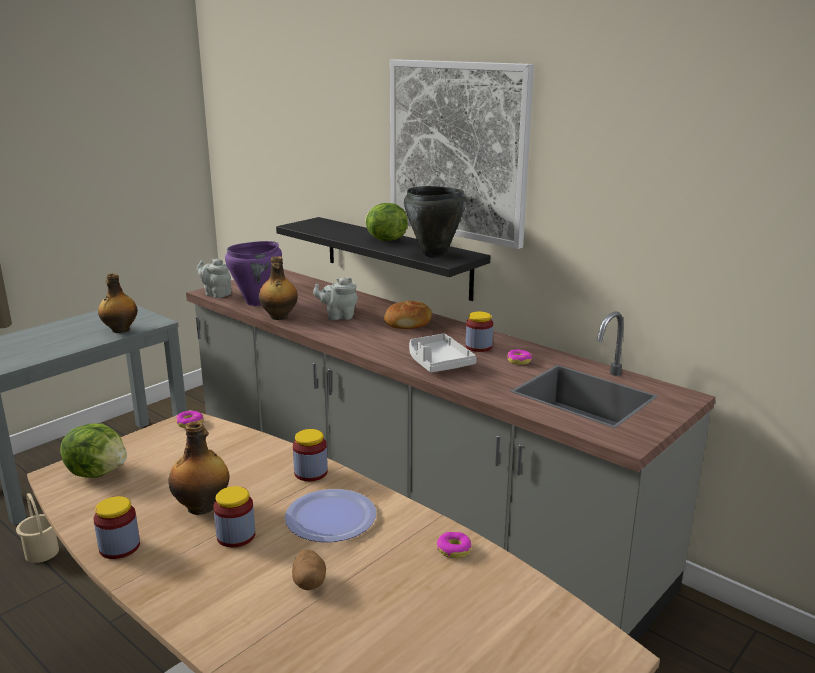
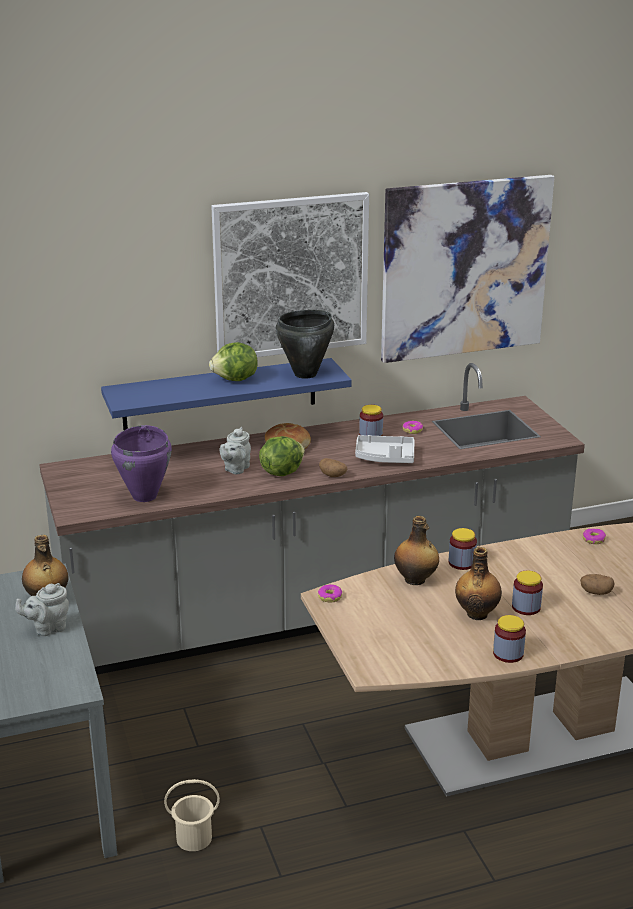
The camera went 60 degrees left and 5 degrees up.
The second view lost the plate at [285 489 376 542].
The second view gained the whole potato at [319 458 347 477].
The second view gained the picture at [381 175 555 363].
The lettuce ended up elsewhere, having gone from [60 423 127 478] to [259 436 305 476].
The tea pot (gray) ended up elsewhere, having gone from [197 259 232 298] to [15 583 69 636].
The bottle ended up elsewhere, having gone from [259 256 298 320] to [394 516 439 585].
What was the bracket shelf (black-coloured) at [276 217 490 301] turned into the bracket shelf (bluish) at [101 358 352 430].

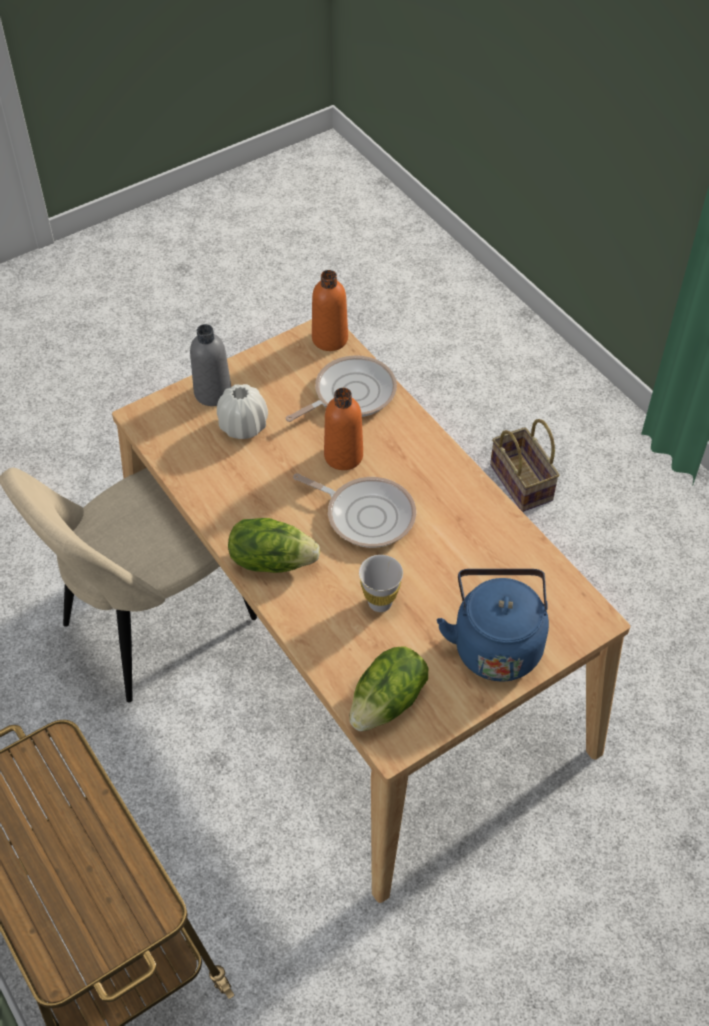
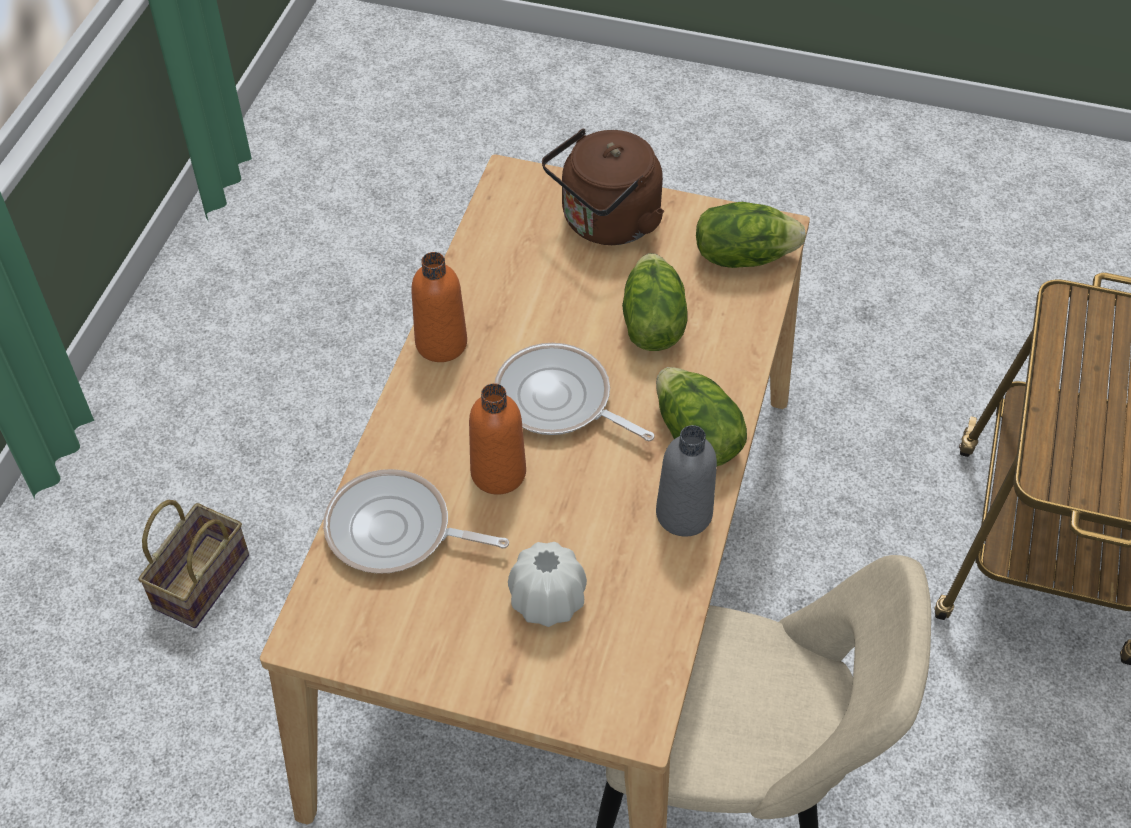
The camera went 130 degrees left and 0 degrees up.
The bottle (gray) ended up elsewhere, having gone from [190 324 231 406] to [656 425 717 537].
The bottle (orangey) ended up elsewhere, having gone from [312 270 348 351] to [411 252 467 362].
Where the cup (white) stood at [359 555 403 612], the lettuce came to stand at [622 253 688 351].
What was the kettle (bluish) at [437 569 549 681] turned into the kettle (brown-coloured) at [542 128 664 245].
The pan at [293 473 416 548] ended up facing another way, 45 degrees counterclockwise from before.

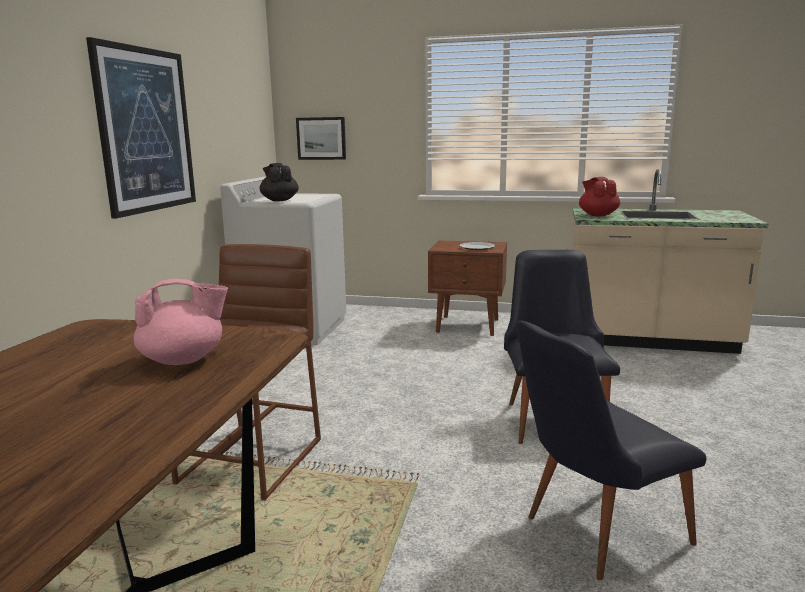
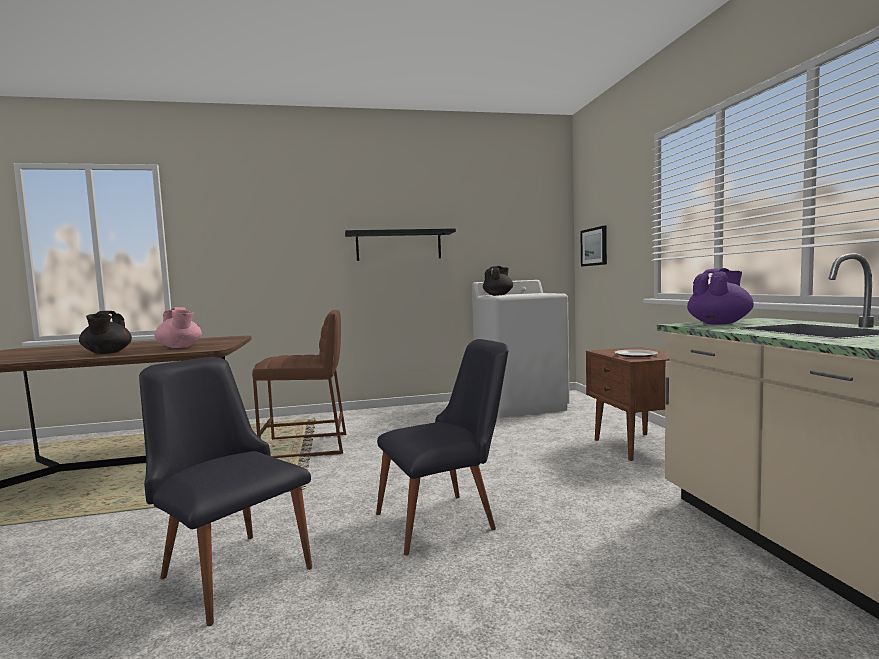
The camera went 65 degrees right and 10 degrees down.
The second view gained the tea pot (black-coloured) at [79 311 132 354].
Where the picture hung at [86 37 196 219], the bracket shelf (black-coloured) came to hang at [345 228 456 261].
What was the tea pot (red-coloured) at [579 177 620 216] turned into the tea pot (purplish) at [687 268 754 324].

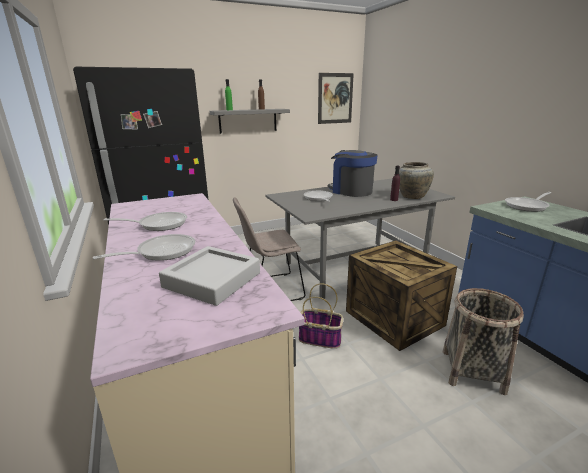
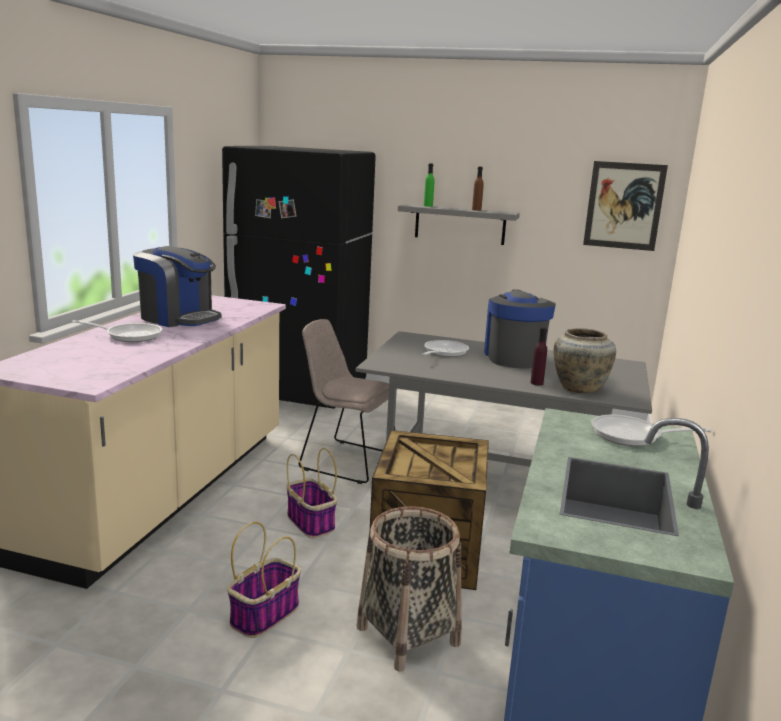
The camera went 40 degrees right and 5 degrees down.
The second view lost the tray (gray) at [159 246 260 306].
The second view gained the storage basket at [227 522 301 638].
Where the pan stood at [104 212 187 231], the coffee maker came to stand at [133 246 222 327].

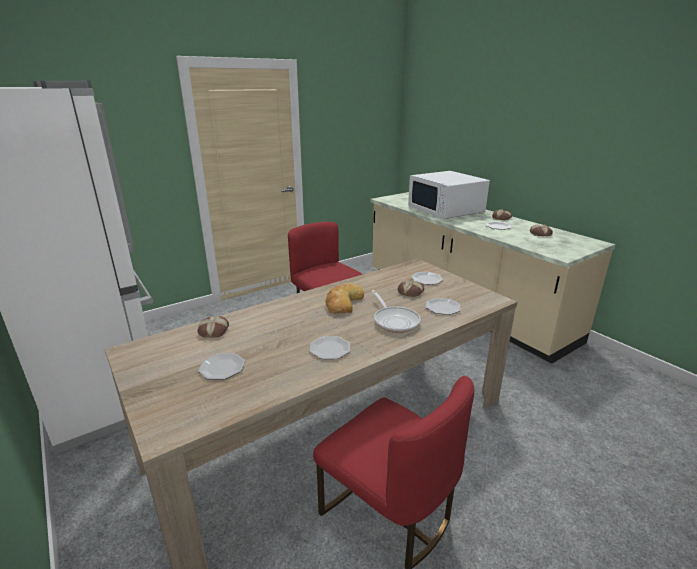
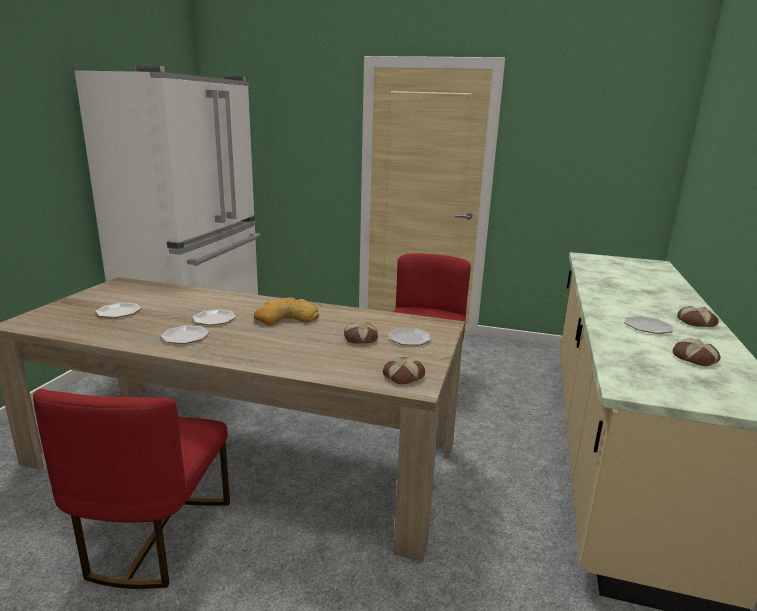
The camera went 50 degrees right and 5 degrees down.
The second view lost the pan at [371 290 421 333].
The second view lost the microwave (white) at [408 171 490 219].
The bakery bread ended up elsewhere, having gone from [197 316 229 338] to [383 357 425 384].
The plate ended up elsewhere, having gone from [426 298 461 315] to [192 309 236 325].

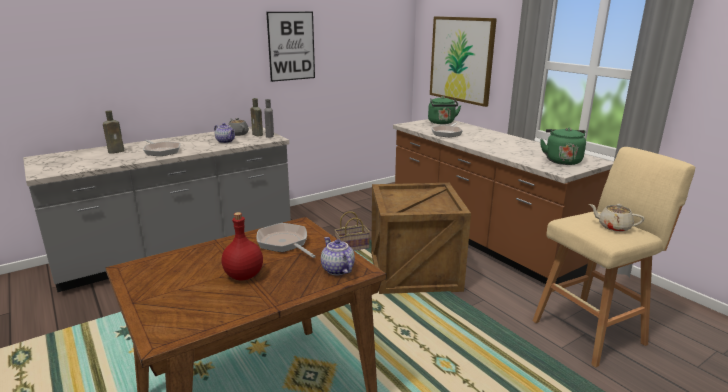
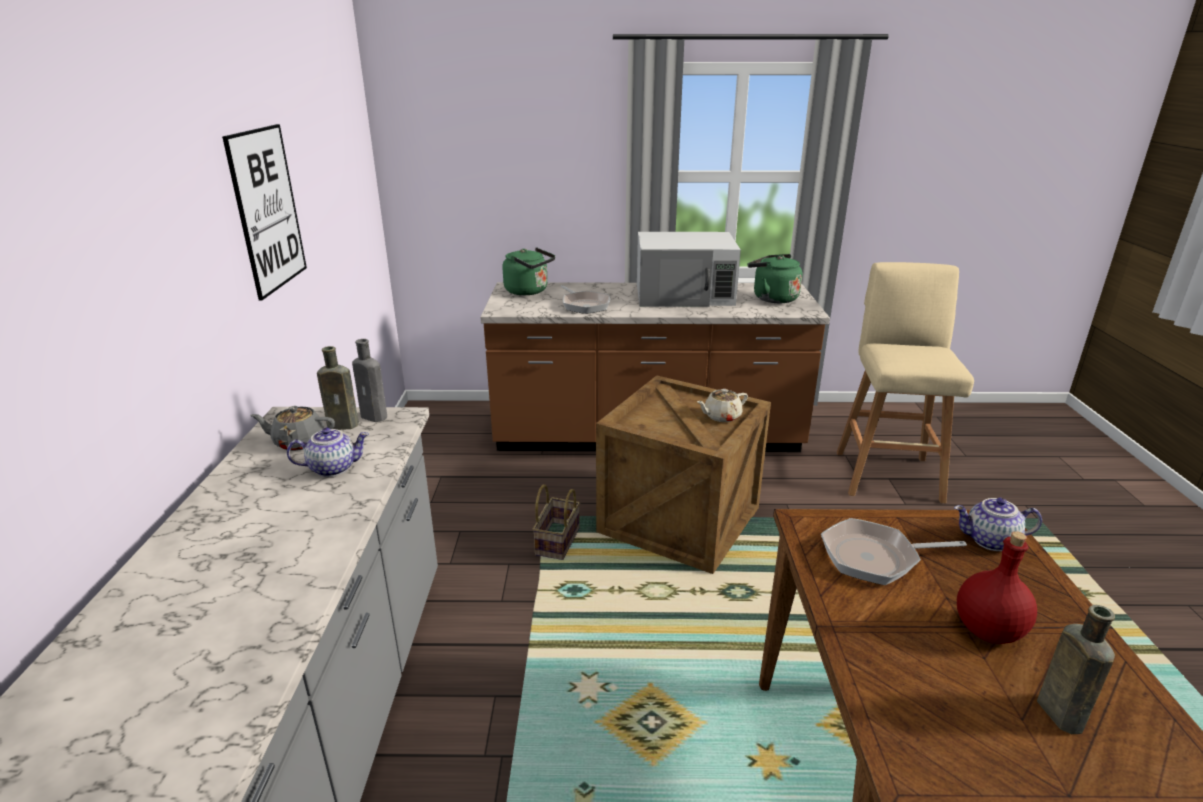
The camera went 55 degrees left and 5 degrees up.
The second view lost the pan at [143 139 180 156].
The second view lost the picture at [430 16 497 107].
The second view gained the microwave (white) at [637 232 741 307].
The bottle (brown-coloured) ended up elsewhere, having gone from [103 111 124 154] to [1037 605 1115 734].
The tea pot (sand-coloured) ended up elsewhere, having gone from [589 204 645 232] to [697 389 748 422].

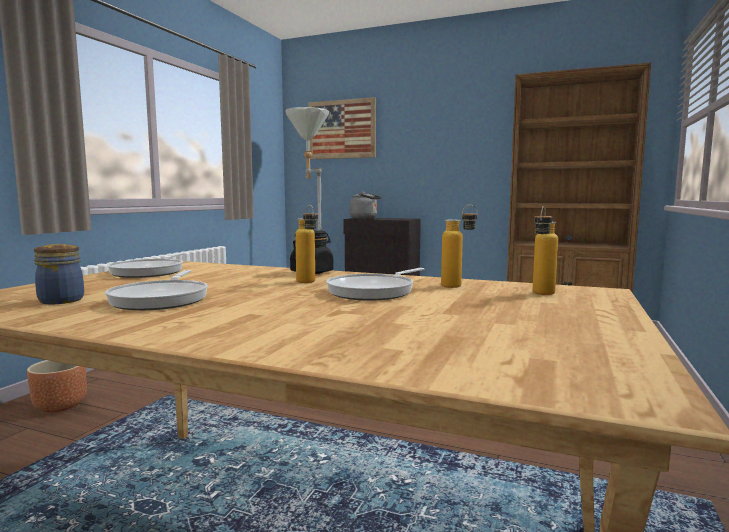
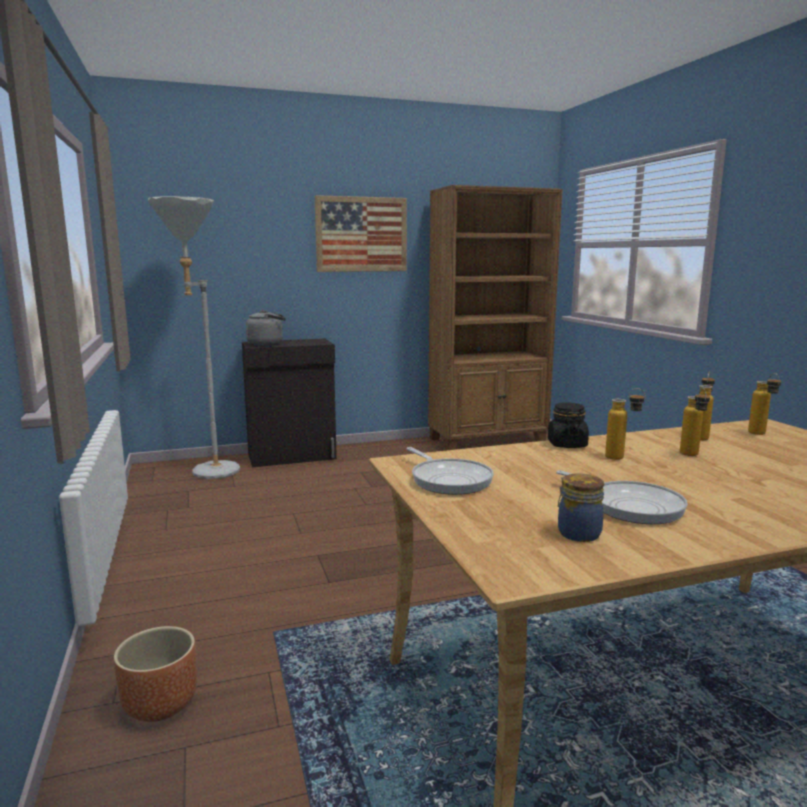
The camera went 40 degrees left and 5 degrees up.
The picture ended up elsewhere, having gone from [308 97 376 159] to [314 195 407 272].
Where the pan stood at [326 268 425 301], the bottle came to stand at [680 388 710 456].

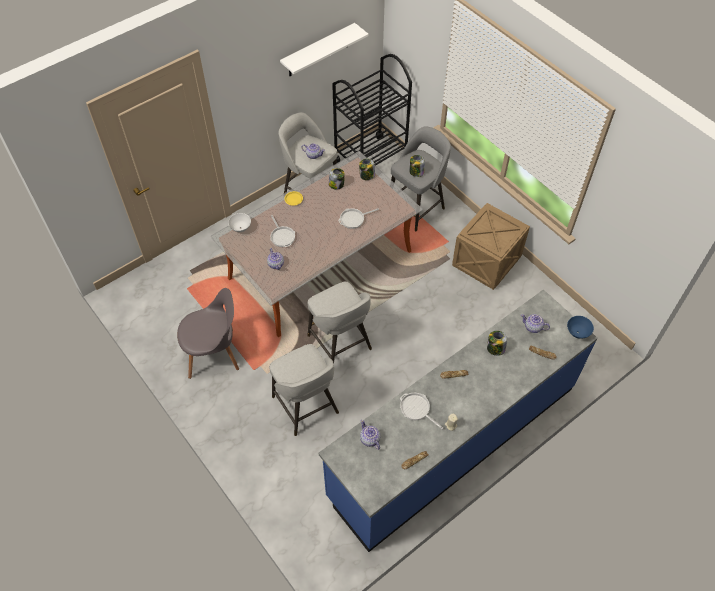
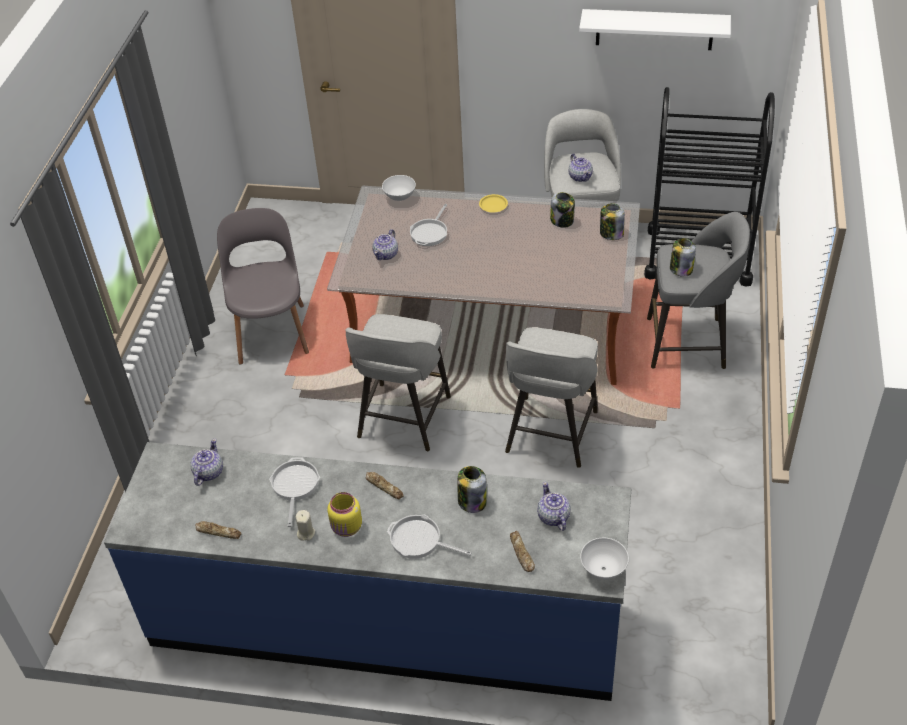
The camera went 50 degrees right and 10 degrees down.
The second view lost the shipping crate at [452 203 530 290].
The second view gained the preserve jar (yellow) at [327 492 362 537].
The stool seat (gray) ended up elsewhere, having gone from [269 344 339 436] to [505 327 598 468].
The pan ended up elsewhere, having gone from [338 208 379 229] to [387 515 472 559].
What was the bowl (bluish) at [567 316 594 339] turned into the bowl (white) at [580 538 629 580].
The plain chair (gray) at [177 288 239 379] ended up facing another way, 135 degrees counterclockwise from before.

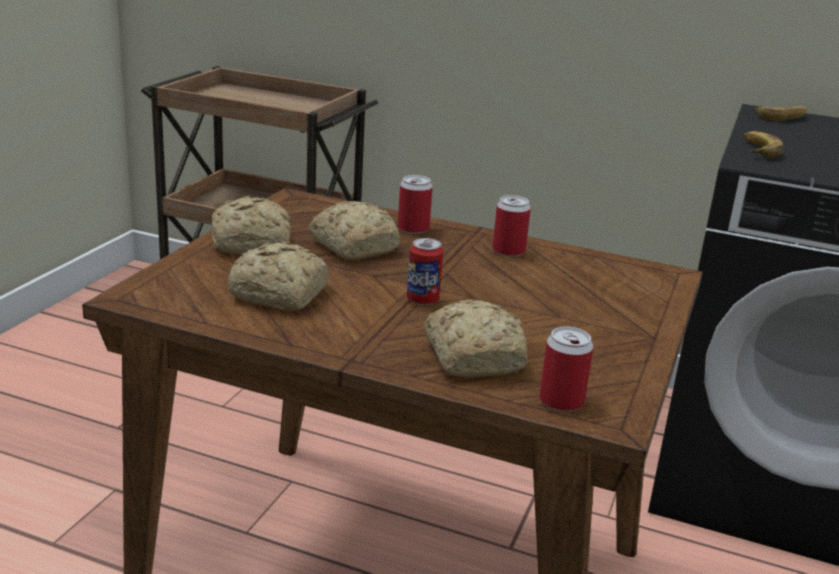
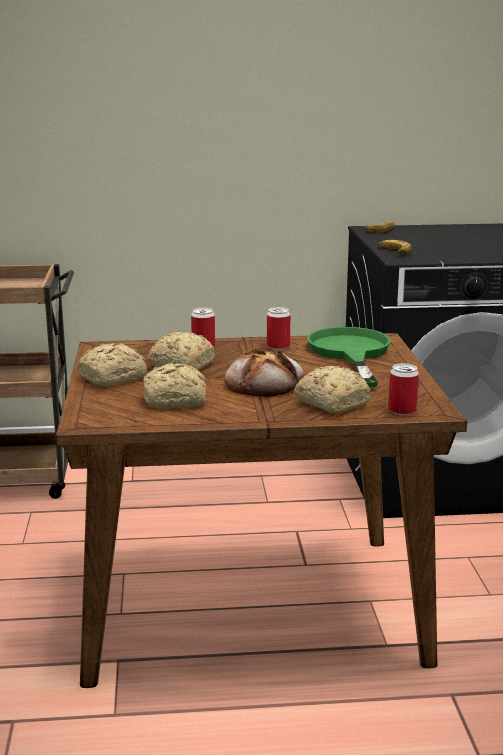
The camera went 25 degrees left and 5 degrees down.
The second view gained the pan (greenish) at [307 327 391 388].
Where the can stood at [407 238 443 306], the bakery bread came to stand at [224 348 305 397].

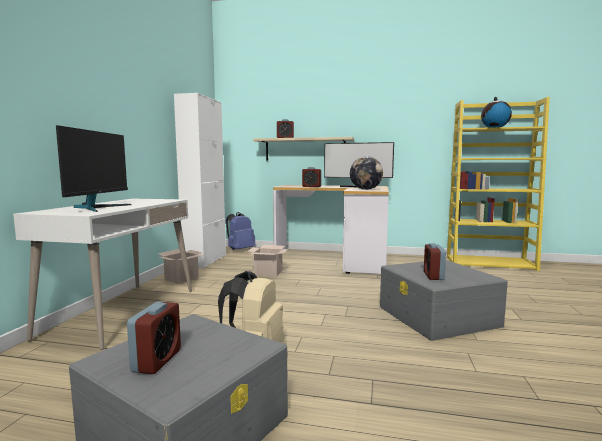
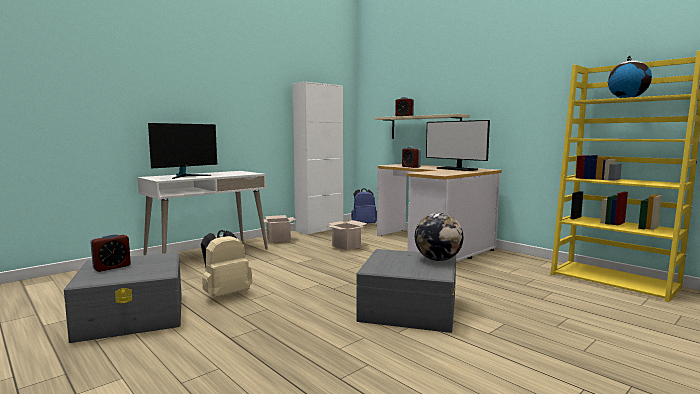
The camera went 35 degrees right and 0 degrees up.
The second view lost the bedside clock at [424 243 446 280].
The globe ended up elsewhere, having gone from [350 156 383 190] to [415 213 463 261].

